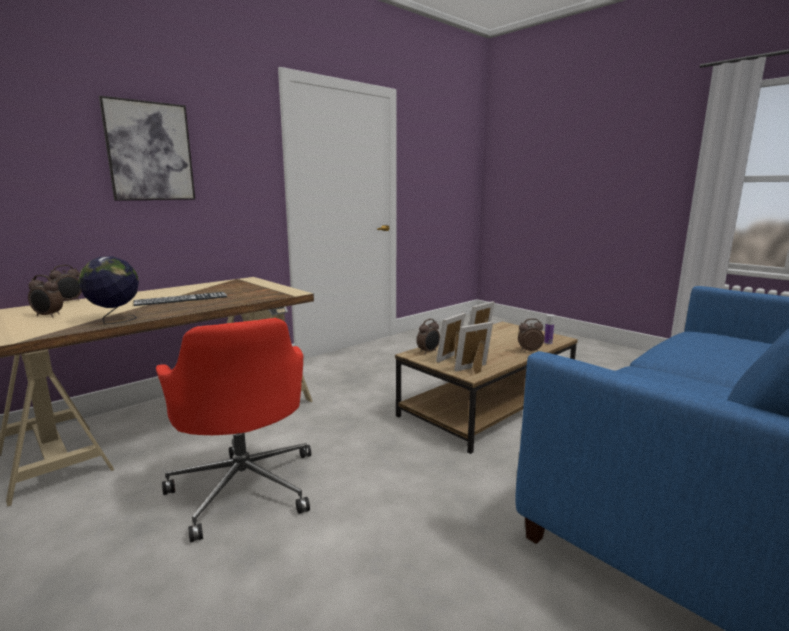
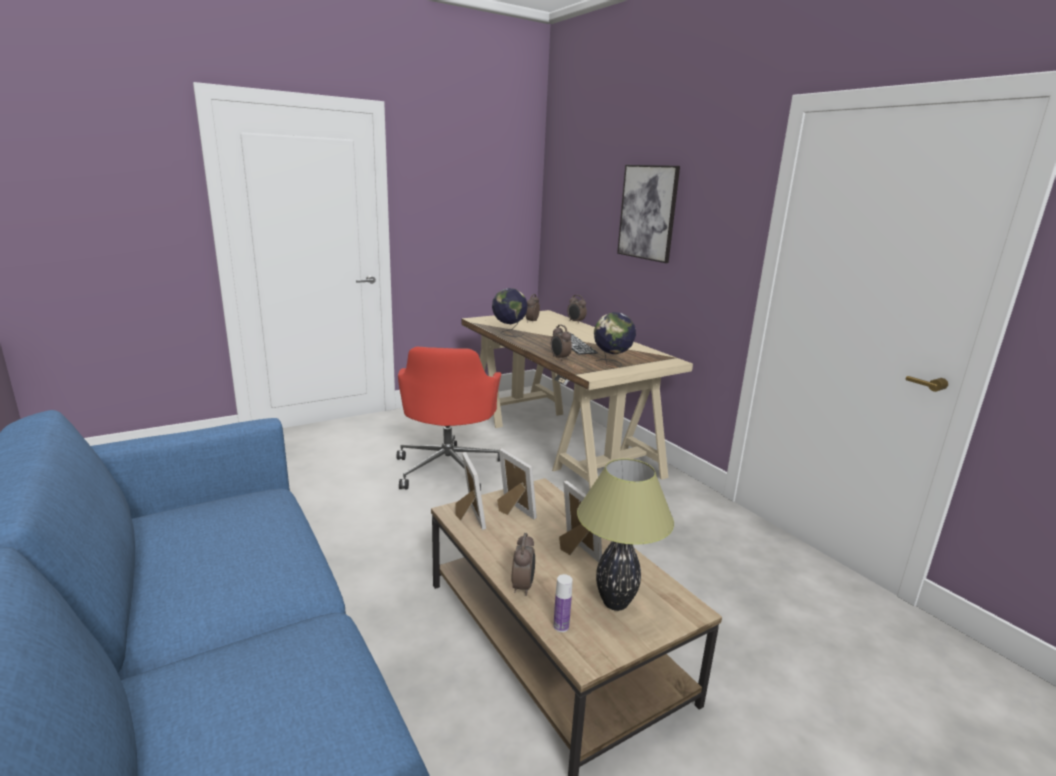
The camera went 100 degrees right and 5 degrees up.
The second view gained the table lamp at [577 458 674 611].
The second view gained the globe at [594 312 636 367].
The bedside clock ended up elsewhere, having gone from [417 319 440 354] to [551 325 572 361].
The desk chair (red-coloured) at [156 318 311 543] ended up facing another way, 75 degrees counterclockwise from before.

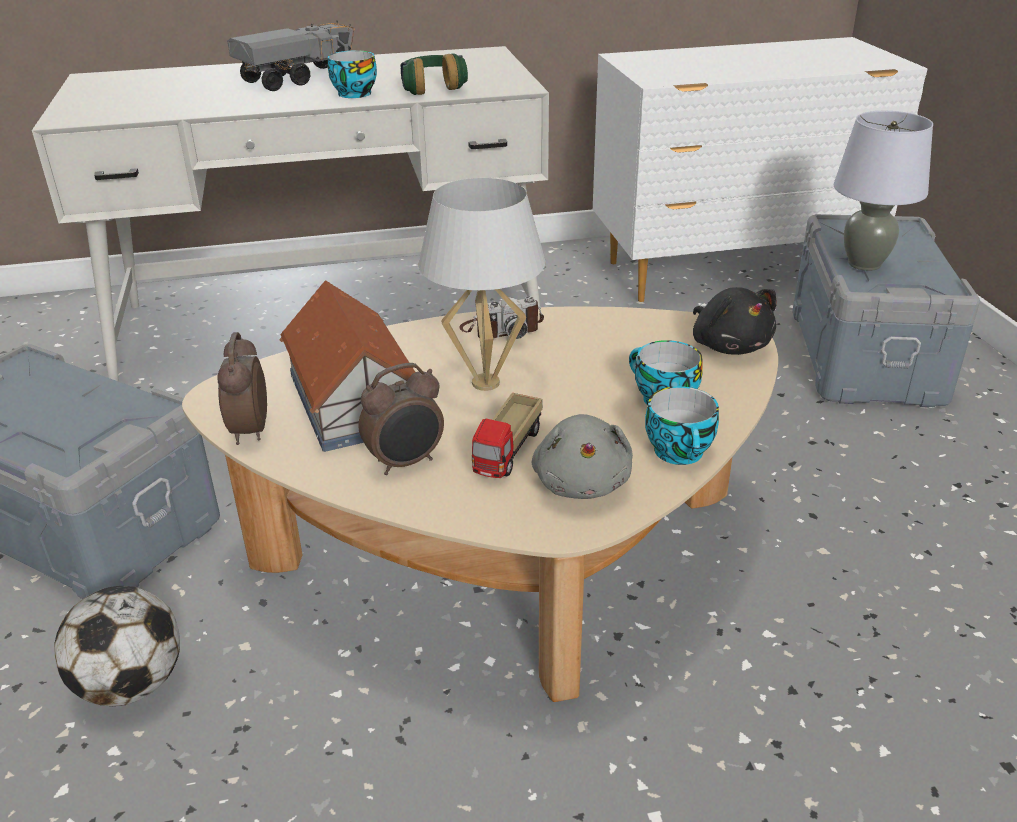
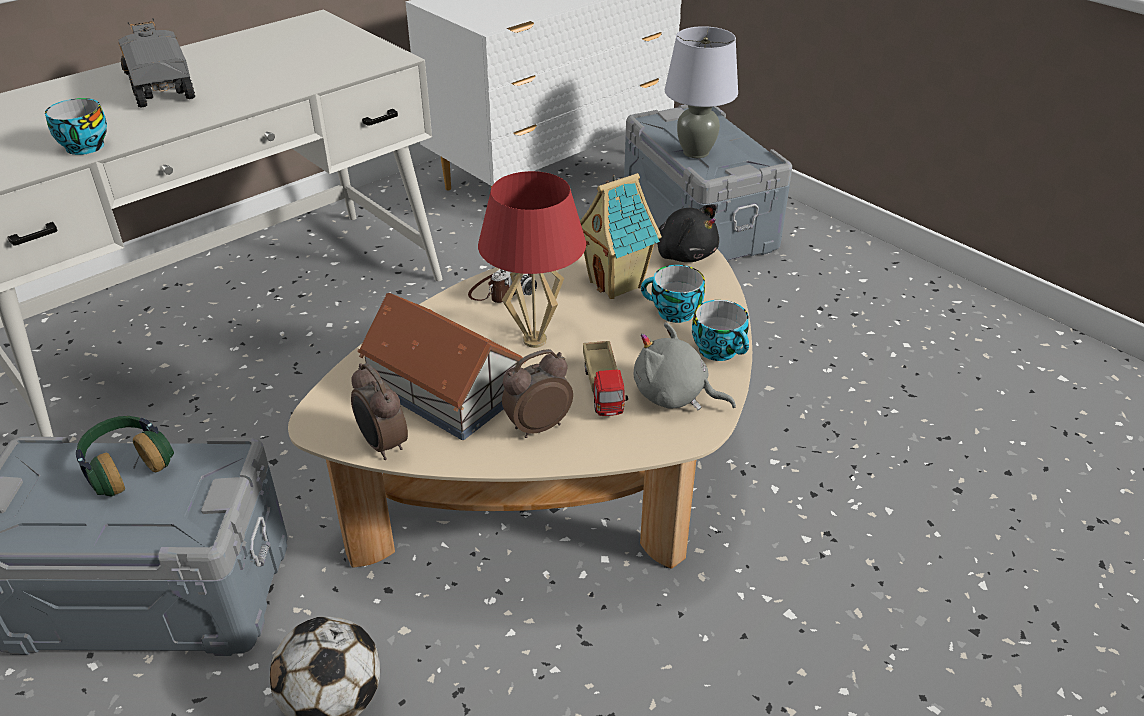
The camera went 30 degrees left and 5 degrees up.
The second view gained the toy house at [580 173 662 299].
The cup ended up elsewhere, having gone from [328 50 377 98] to [45 98 107 155].
The pair of headphones ended up elsewhere, having gone from [400 53 468 95] to [76 416 174 496].
What was the table lamp (white) at [419 178 546 391] turned into the table lamp (red-coloured) at [478 171 586 348].
The model truck at [227 21 355 91] ended up facing another way, 45 degrees counterclockwise from before.
The bedside clock at [358 363 444 475] ended up facing another way, 150 degrees counterclockwise from before.
The cuddly toy (gray) at [532 414 633 499] ended up facing another way, 150 degrees clockwise from before.

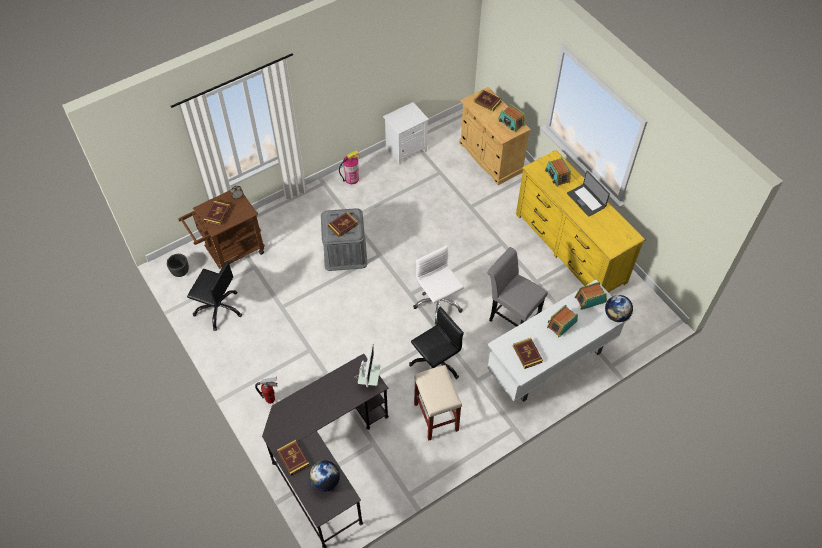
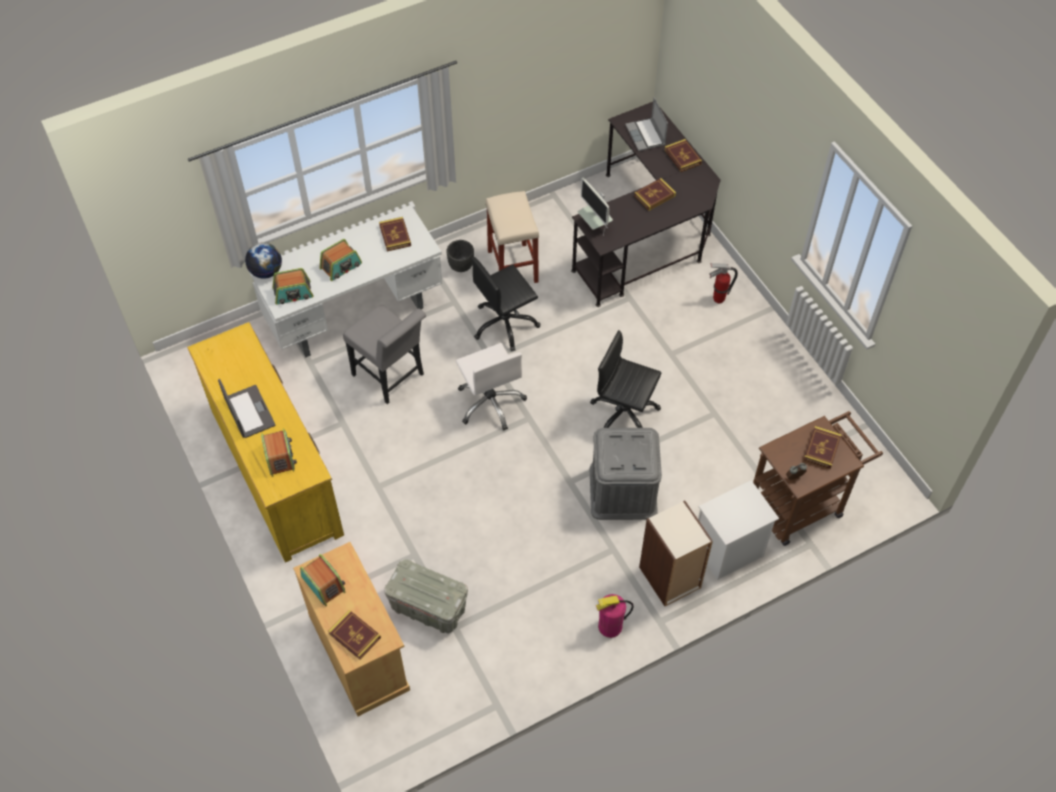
The camera went 175 degrees left and 0 degrees up.
The second view gained the storage bin (gray) at [384 559 468 633].
The second view gained the bookshelf at [639 500 713 606].
The plant pot (black-coloured) ended up elsewhere, having gone from [167 254 189 277] to [447 240 474 272].
The desk chair (black-coloured) ended up elsewhere, having gone from [187 261 242 331] to [590 330 661 428].
The bound book ended up elsewhere, having gone from [328 212 358 237] to [634 178 676 211].
The night table (white) ended up elsewhere, having gone from [383 102 429 165] to [698 480 779 580].
Where the globe stood at [309 460 340 492], the laptop came to stand at [625 97 668 151].
The computer display at [354 343 380 387] ended up facing another way, 45 degrees counterclockwise from before.

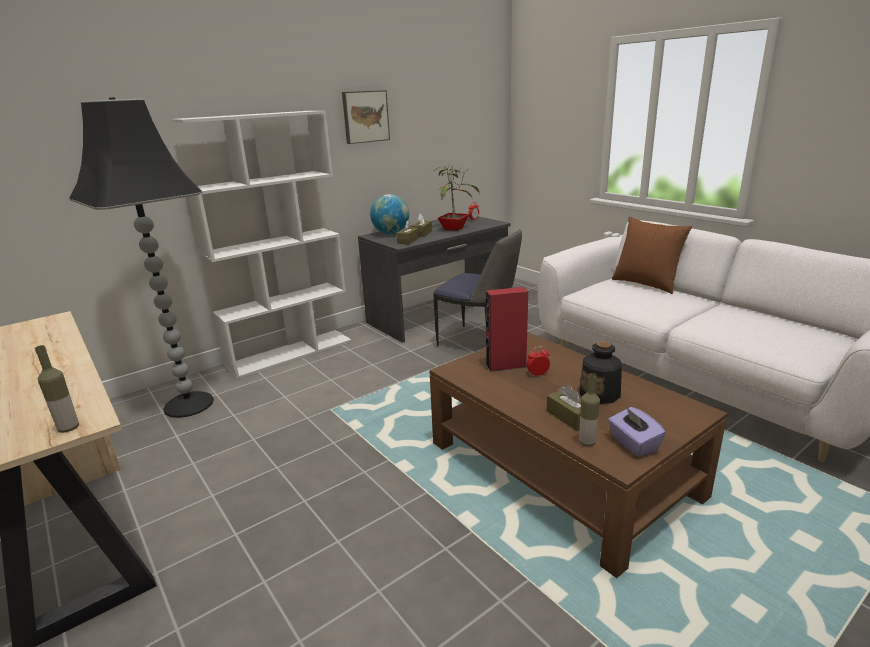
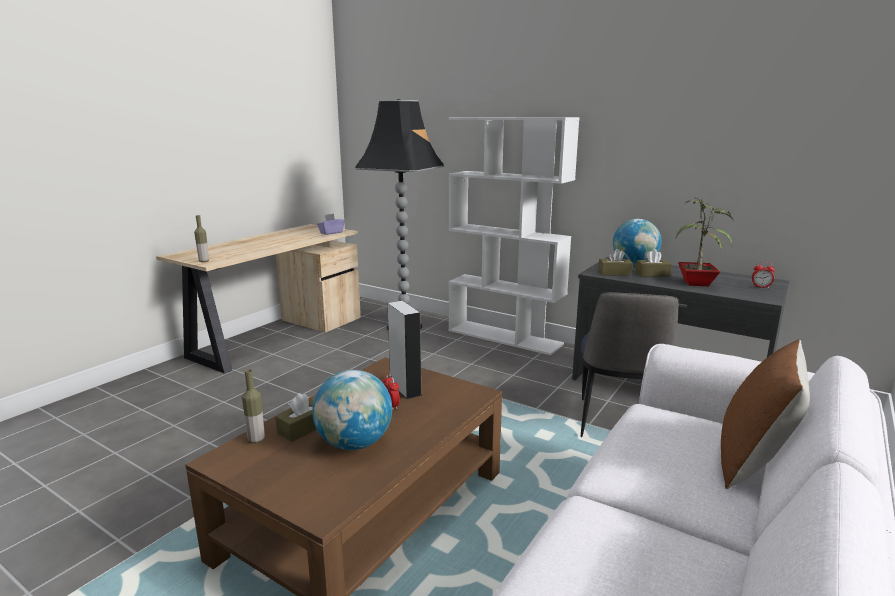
The camera went 70 degrees right and 5 degrees down.
The second view lost the picture at [342 90 390 144].
The tissue box (purplish) ended up elsewhere, having gone from [608 407 666 457] to [317 214 345 235].
Where the bottle stood at [579 341 622 404], the globe came to stand at [312 370 392 450].
What was the loudspeaker (red-coloured) at [486 287 528 372] turned into the loudspeaker (gray) at [388 301 422 399].

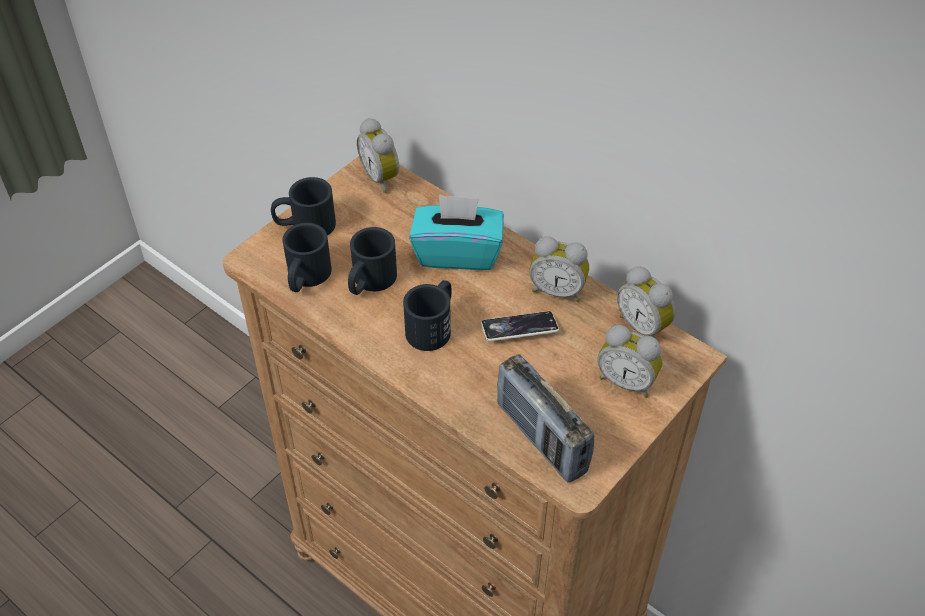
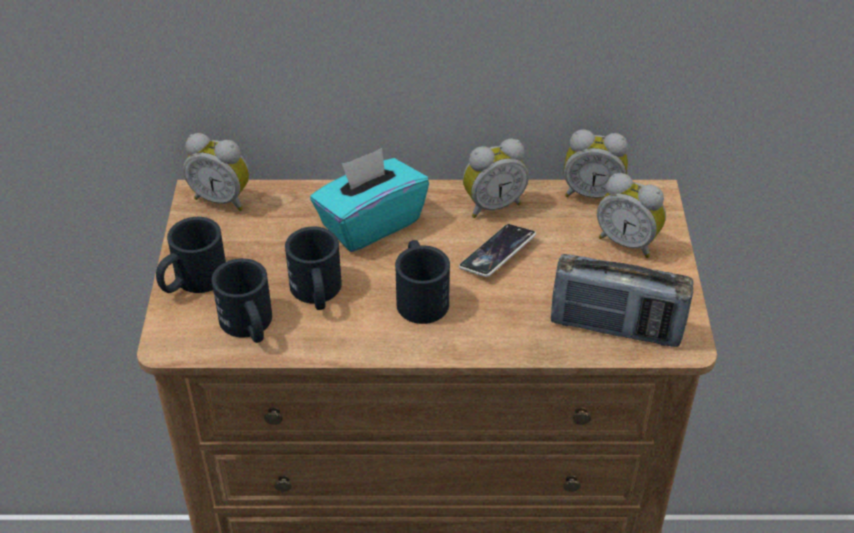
The camera went 40 degrees left and 5 degrees down.
The bedside clock at [597 325 663 398] ended up facing another way, 45 degrees clockwise from before.

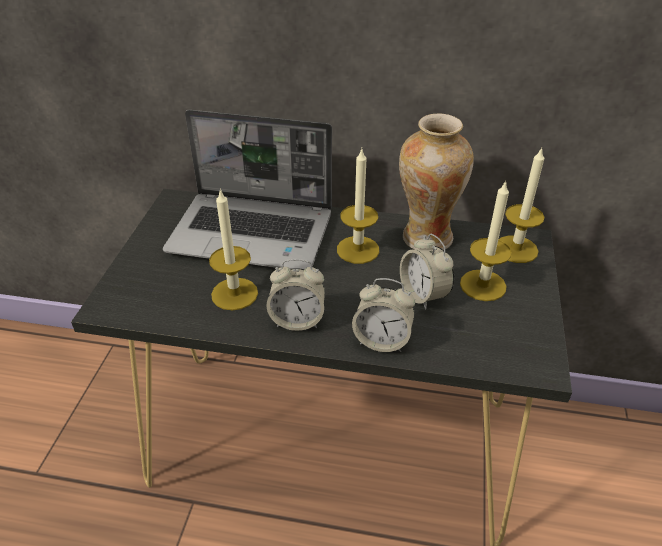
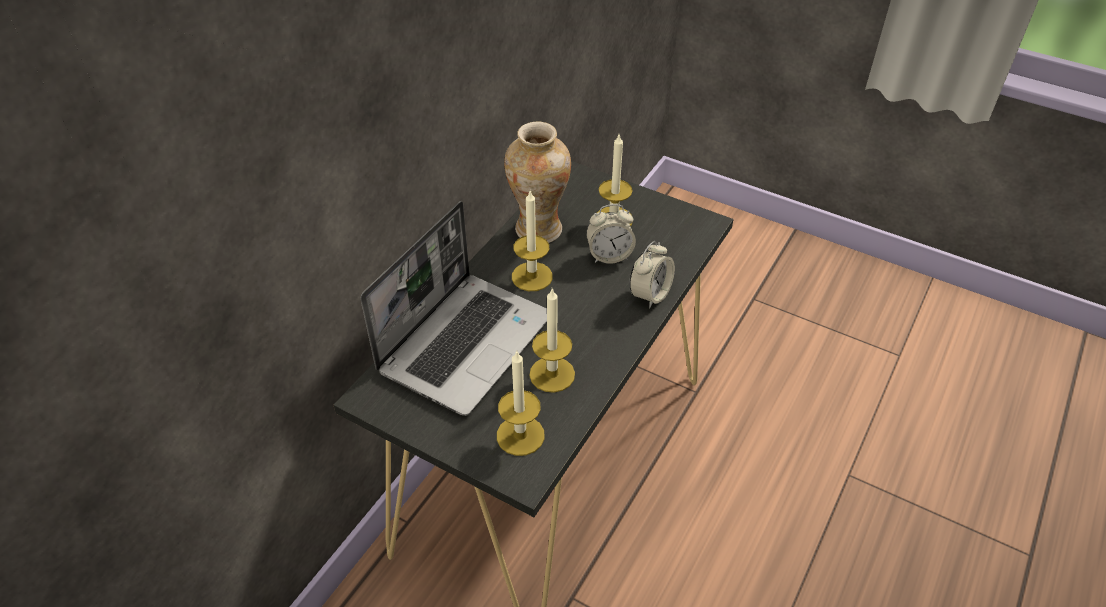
The camera went 70 degrees left and 5 degrees up.
The second view lost the bedside clock at [267 259 325 331].
The wax candle ended up elsewhere, having gone from [498 148 545 263] to [497 351 545 456].

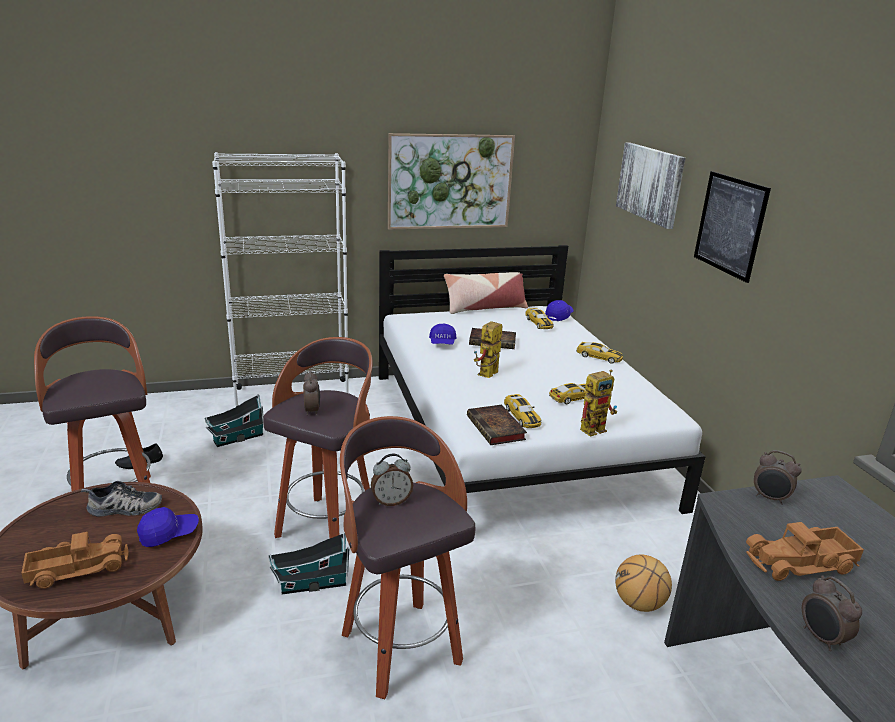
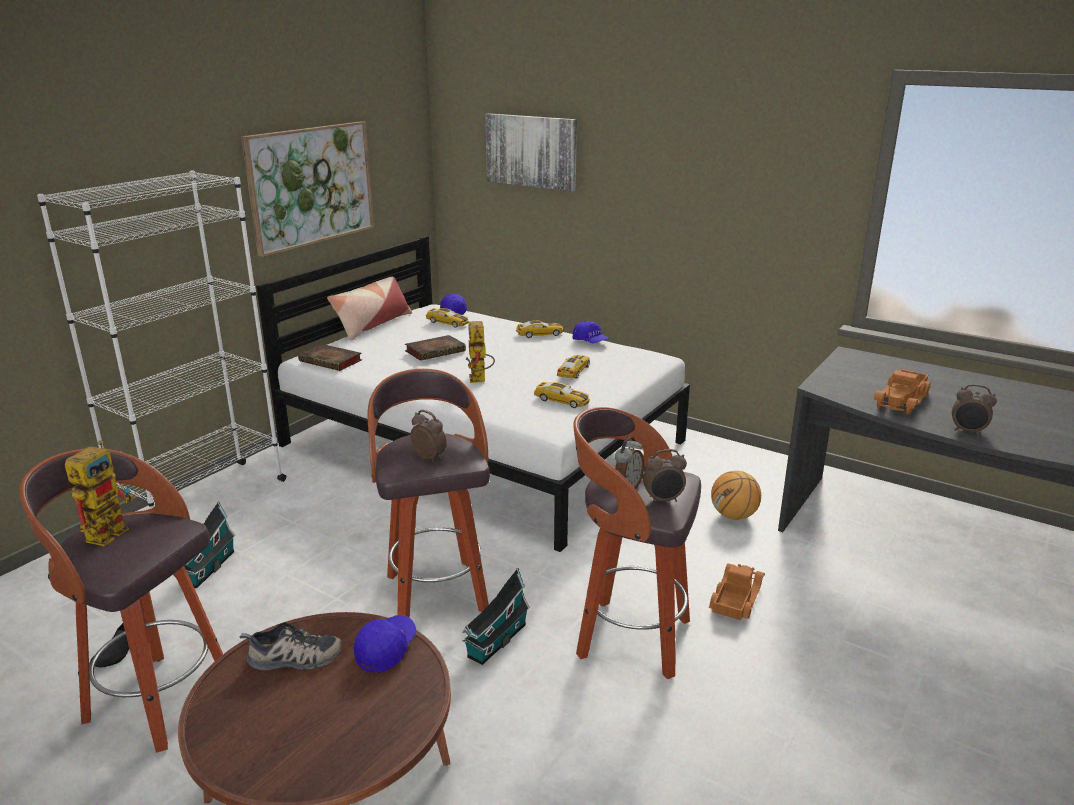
The camera went 40 degrees left and 0 degrees up.
The second view lost the picture at [694 171 771 283].
The model truck ended up elsewhere, having gone from [21 532 129 589] to [709 563 765 620].
The baseball cap (bluish) ended up elsewhere, having gone from [429 323 456 345] to [573 321 609 343].
The bound book ended up elsewhere, having gone from [467 405 527 445] to [298 344 362 371].
The toy robot ended up elsewhere, having gone from [580 369 617 436] to [65 440 134 546].
The bedside clock ended up elsewhere, having gone from [754 450 802 505] to [643 449 687 504].
The shoe at [81 481 162 516] ended up facing another way, 45 degrees clockwise from before.

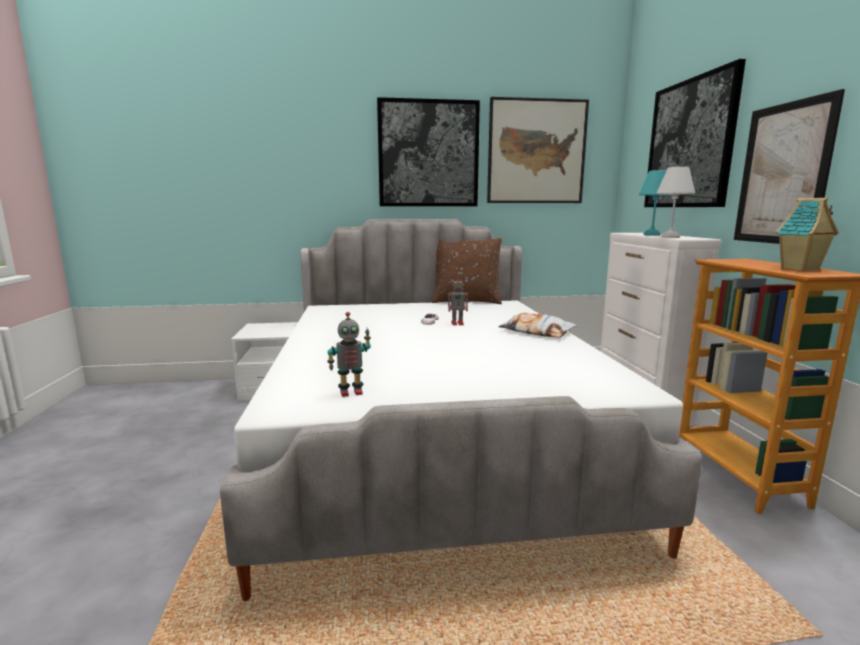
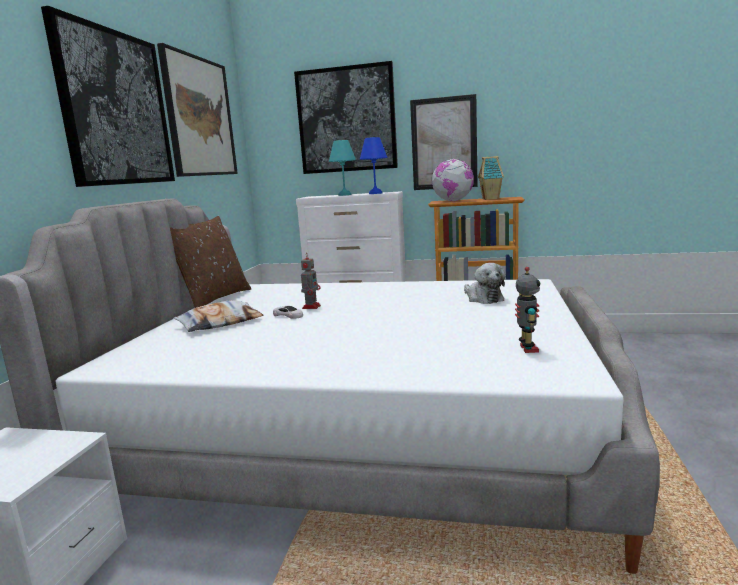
The camera went 70 degrees left and 0 degrees up.
The second view gained the globe at [432 159 474 201].
The second view gained the cuddly toy at [464 263 505 304].
The cushion ended up elsewhere, having gone from [498 313 577 338] to [173 300 263 332].
What was the table lamp (white) at [656 167 695 238] turned into the table lamp (bluish) at [360 137 387 194].

